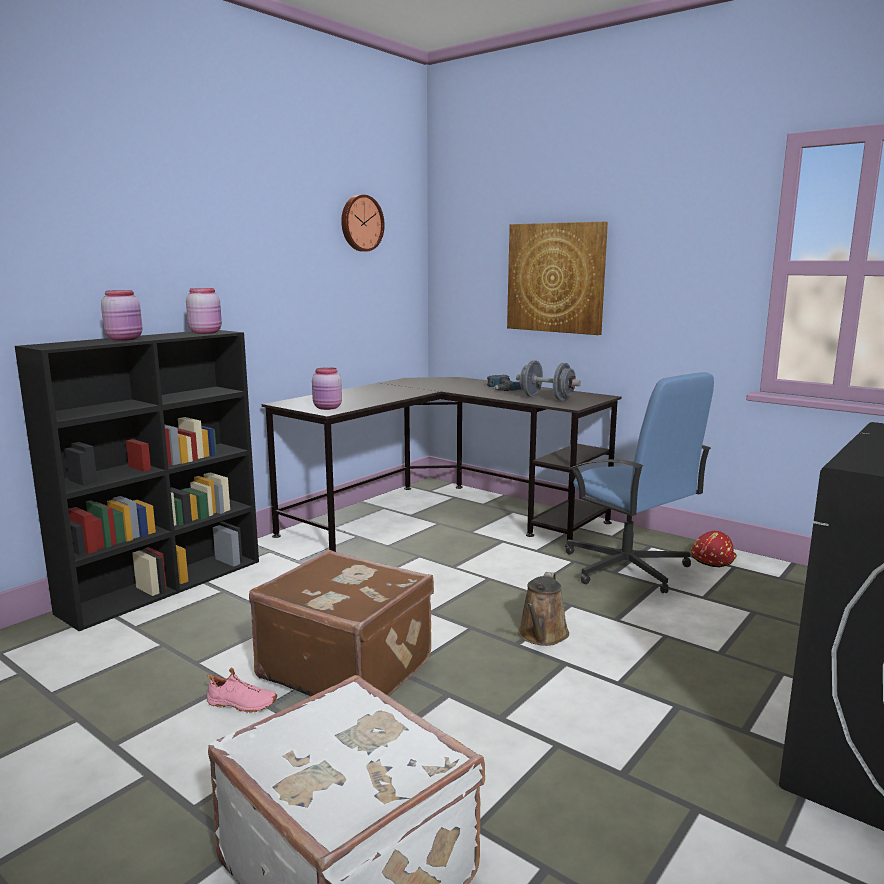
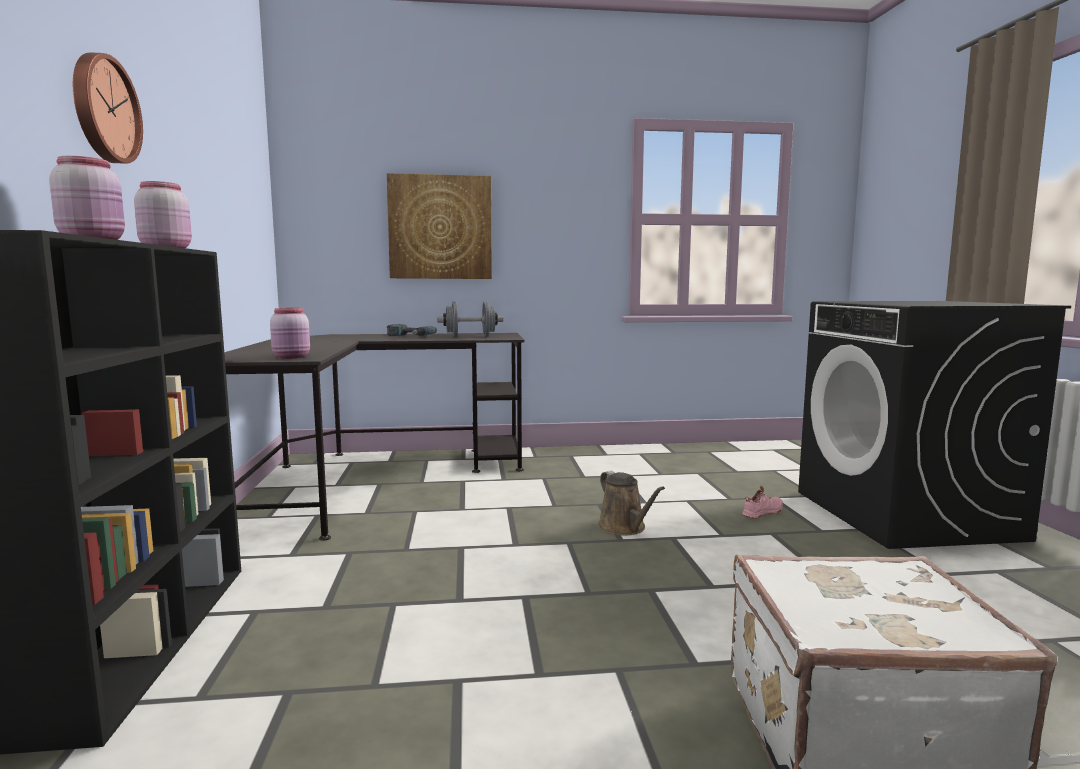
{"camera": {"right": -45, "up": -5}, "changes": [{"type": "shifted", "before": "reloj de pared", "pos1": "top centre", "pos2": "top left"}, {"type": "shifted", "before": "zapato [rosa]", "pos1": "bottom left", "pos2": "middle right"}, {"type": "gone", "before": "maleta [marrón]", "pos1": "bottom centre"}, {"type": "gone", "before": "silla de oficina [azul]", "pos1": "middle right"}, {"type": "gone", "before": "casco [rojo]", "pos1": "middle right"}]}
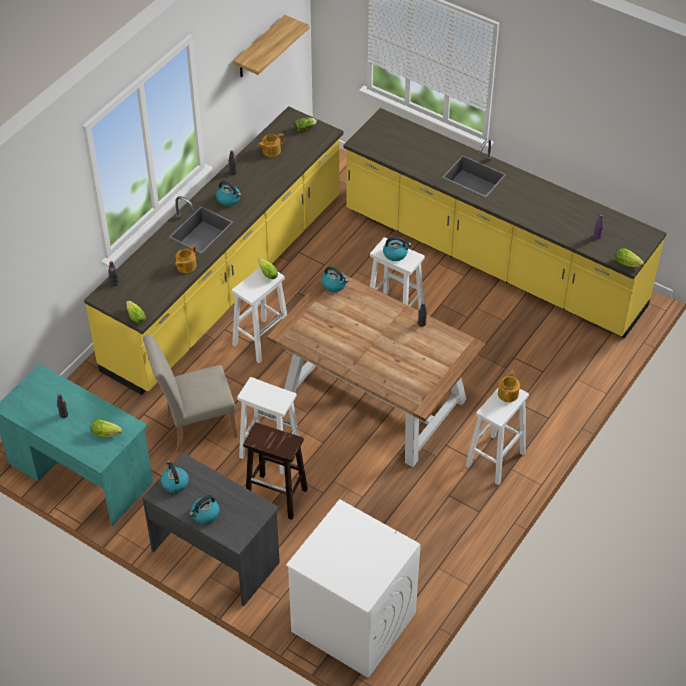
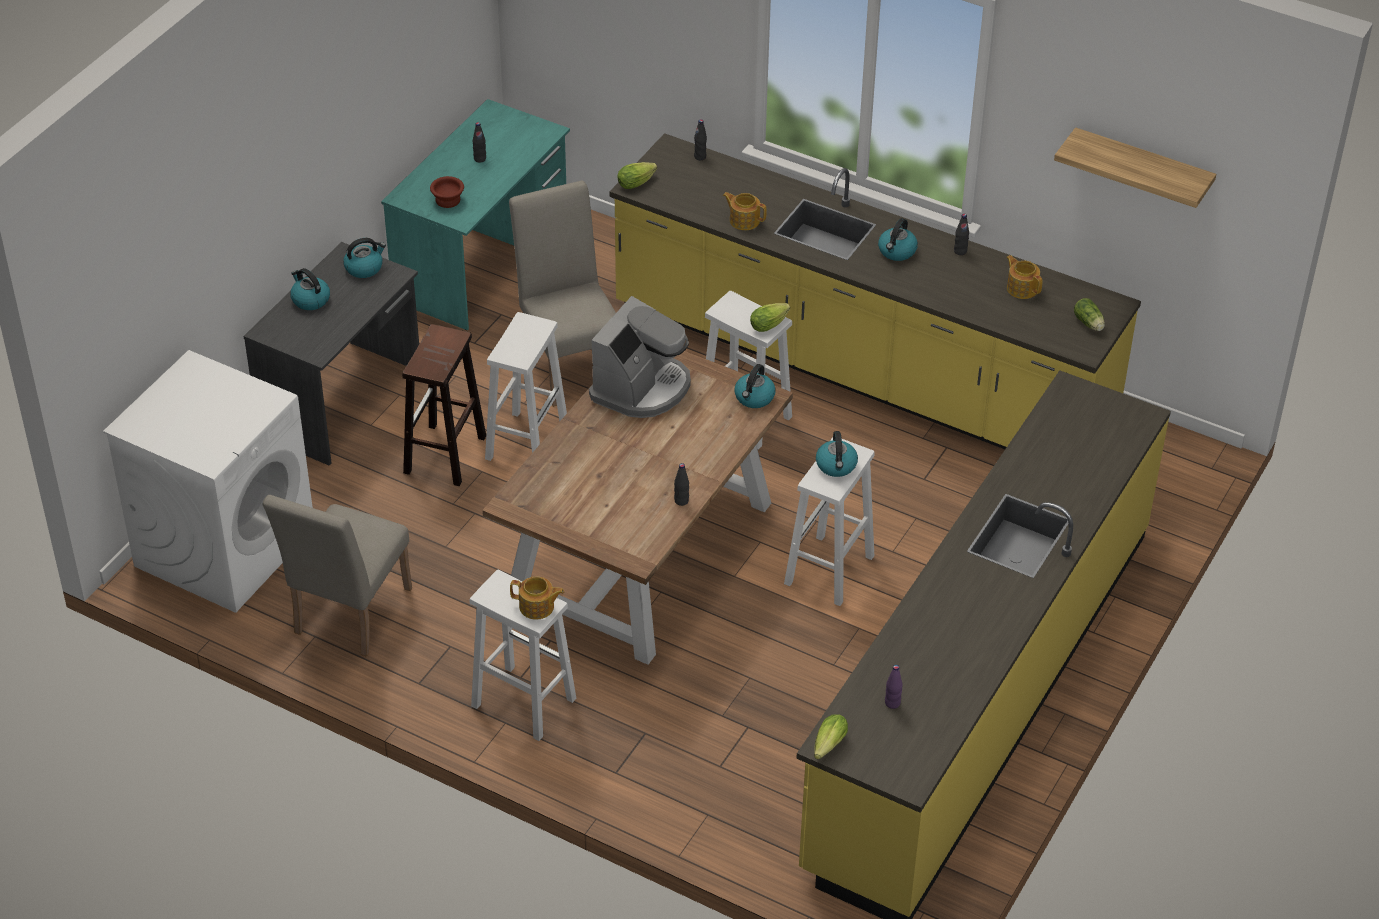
{"camera": {"right": 85, "up": -5}, "changes": [{"type": "new", "after": "silla [beis] (no. 1 from left)", "pos2": "middle left"}, {"type": "swapped", "before": "lechuga (no. 1 from left)", "after": "cuenco [marrón]", "pos1": "middle left", "pos2": "top left"}, {"type": "new", "after": "cafetera", "pos2": "centre"}]}
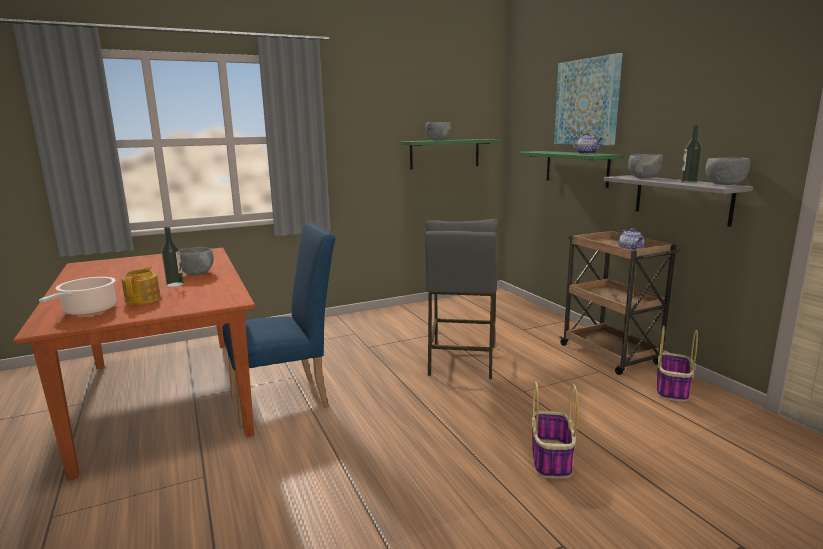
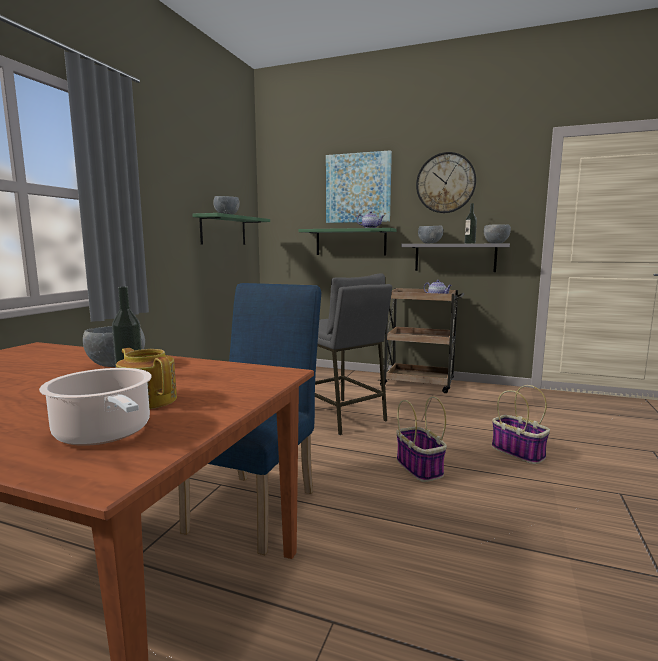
{"camera": {"right": -45, "up": -5}, "changes": [{"type": "shifted", "before": "cesta (no. 2 from left in the first image)", "after": "cesta (no. 1 from left)", "pos1": "middle right", "pos2": "centre"}, {"type": "new", "after": "reloj de pared", "pos2": "top right"}]}
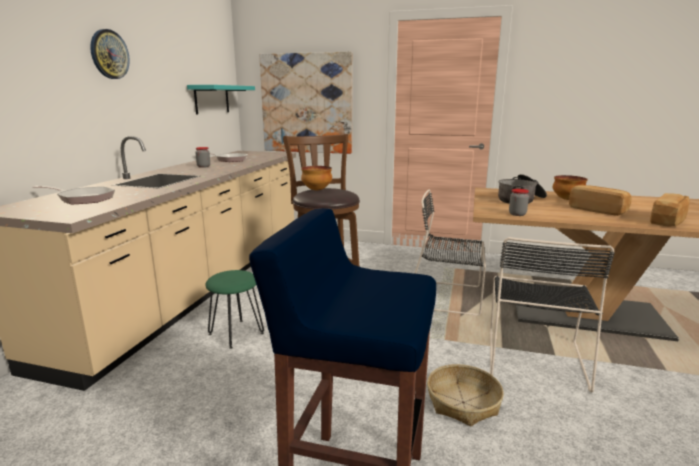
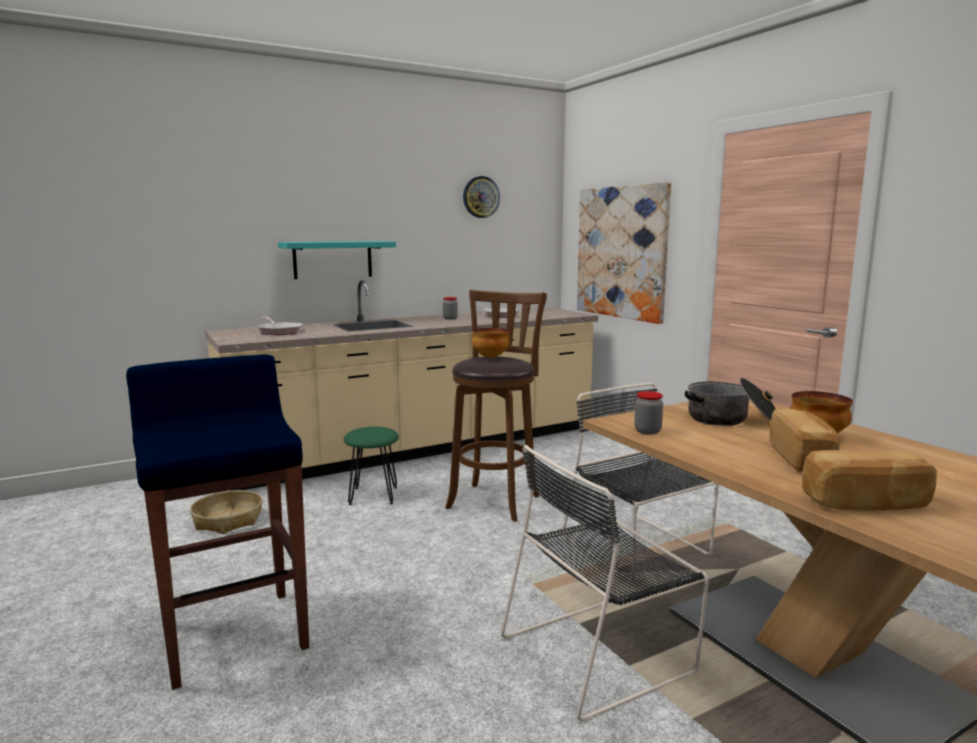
{"camera": {"right": 45, "up": -5}, "changes": [{"type": "shifted", "before": "cesta", "pos1": "bottom centre", "pos2": "bottom left"}, {"type": "shifted", "before": "estante [turquesa]", "pos1": "top left", "pos2": "centre"}, {"type": "shifted", "before": "reloj de pared", "pos1": "top left", "pos2": "top centre"}]}
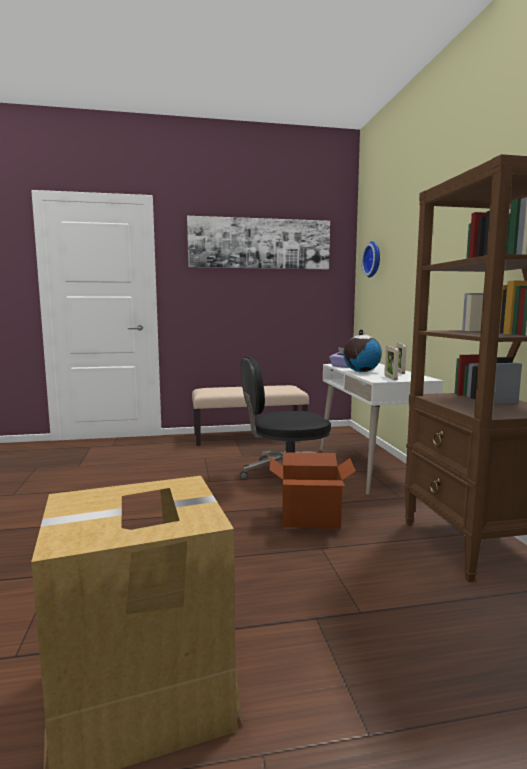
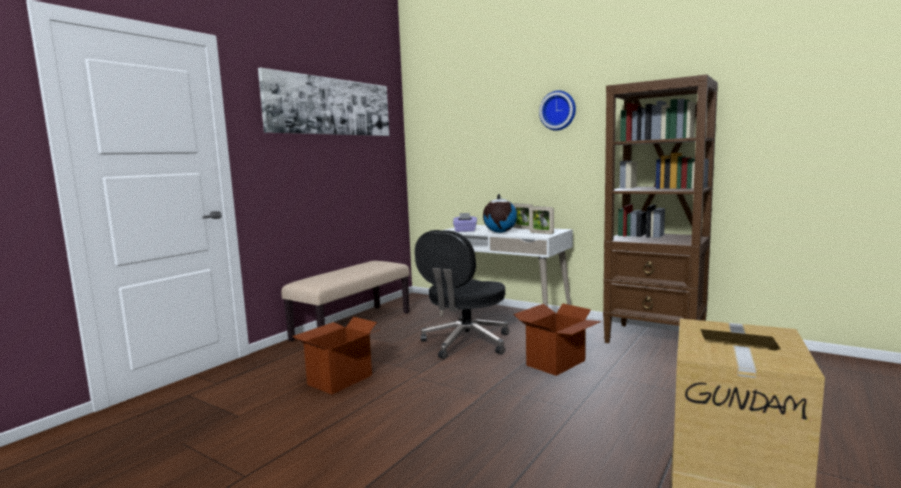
{"camera": {"right": -45, "up": 0}, "changes": [{"type": "new", "after": "caja de cartón (no. 1 from left)", "pos2": "bottom centre"}, {"type": "shifted", "before": "reloj de pared", "pos1": "middle right", "pos2": "top centre"}]}
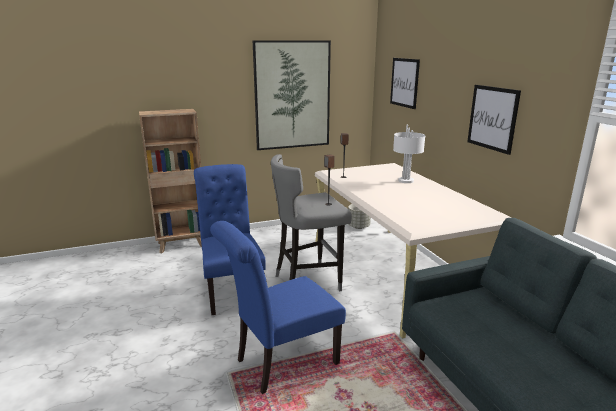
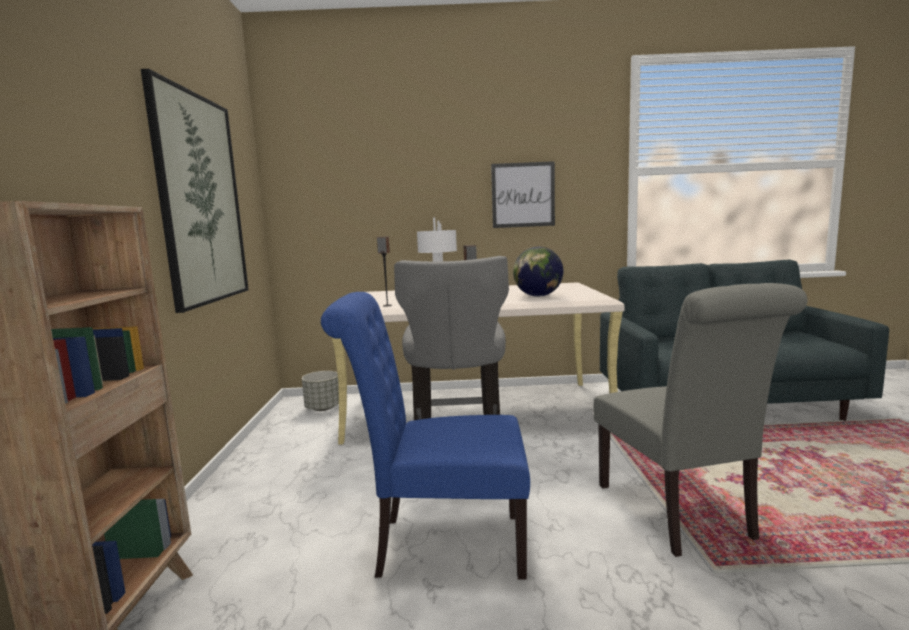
{"camera": {"right": -70, "up": -10}, "changes": [{"type": "new", "after": "globo terráqueo", "pos2": "centre"}, {"type": "repainted", "before": "silla [azul] (no. 2 from left)", "after": "silla [gris]", "pos1": "bottom centre", "pos2": "bottom right"}, {"type": "gone", "before": "cuadro (no. 2 from left)", "pos1": "top centre"}]}
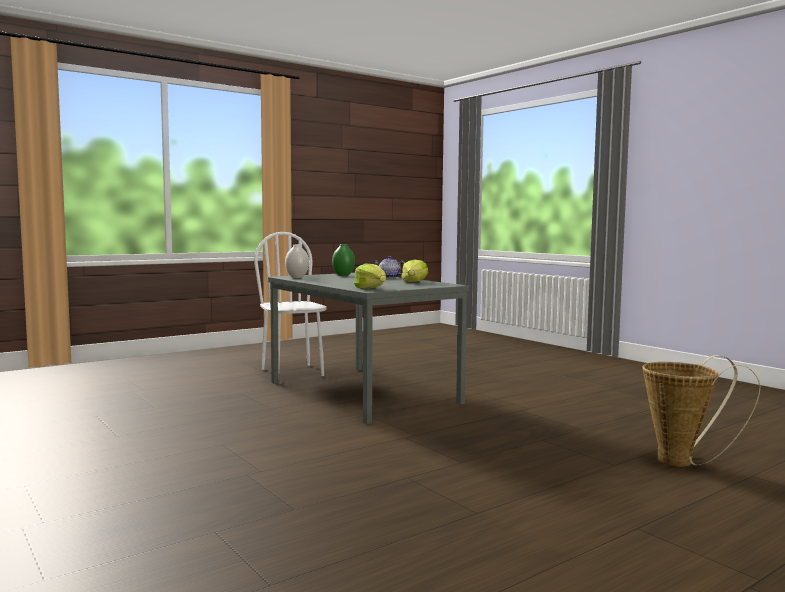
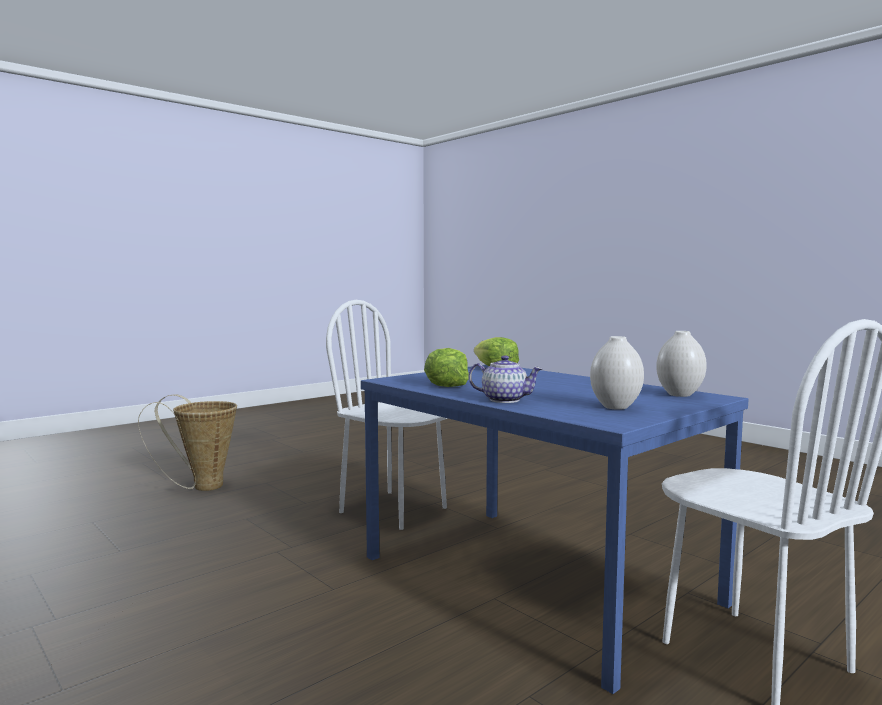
{"camera": {"right": 175, "up": 0}, "changes": [{"type": "new", "after": "silla [blanco] (no. 1 from left)", "pos2": "centre"}, {"type": "repainted", "before": "mesa de comedor [gris]", "after": "mesa de comedor [azul]", "pos1": "centre", "pos2": "bottom centre"}, {"type": "repainted", "before": "florero [verde]", "after": "florero [blanco] (no. 1 from left)", "pos1": "centre", "pos2": "middle right"}]}
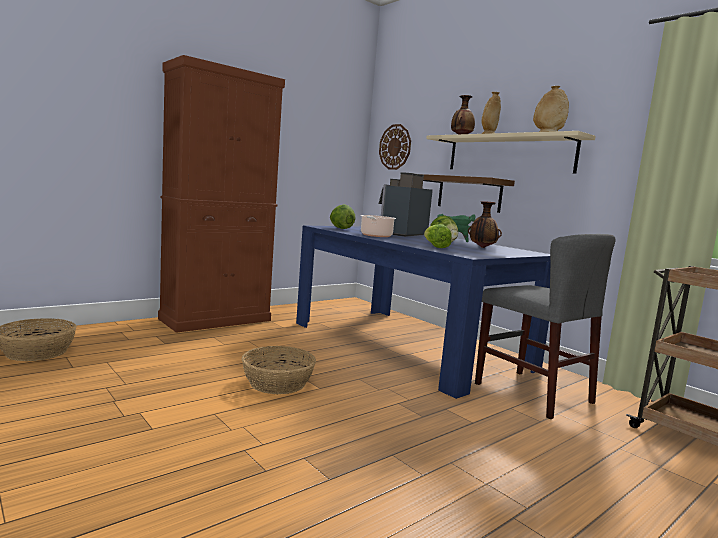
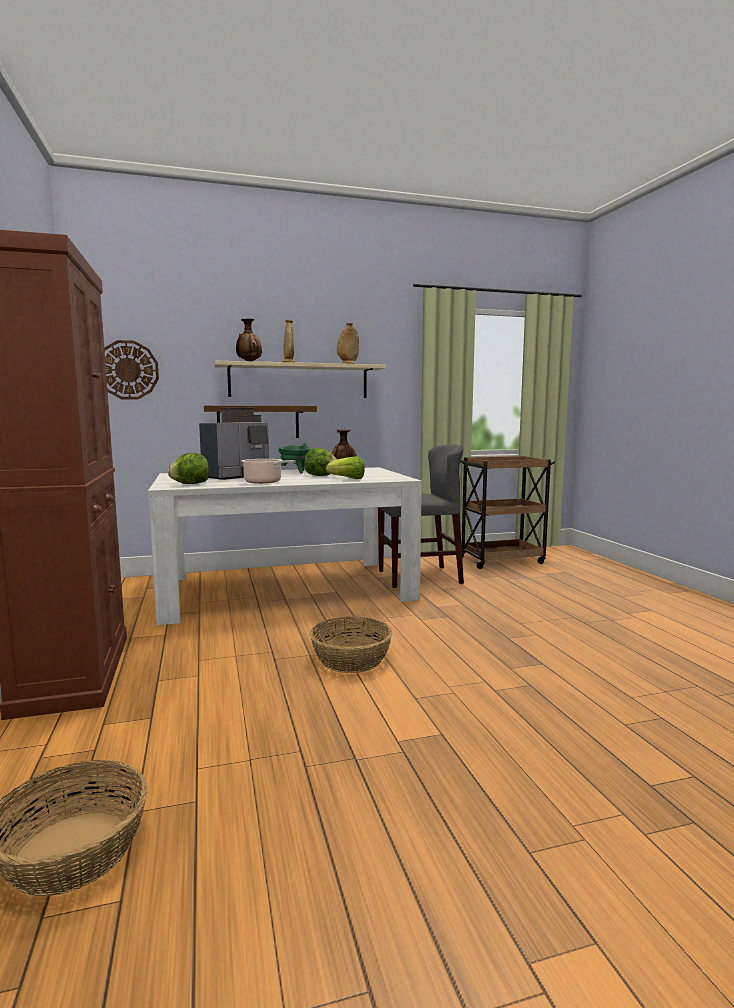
{"camera": {"right": -65, "up": 0}, "changes": [{"type": "repainted", "before": "mesa de comedor [azul]", "after": "mesa de comedor [blanco]", "pos1": "centre", "pos2": "centre"}, {"type": "rotated", "before": "cafetera", "pos1": "centre", "pos2": "middle left", "turn": -105}]}
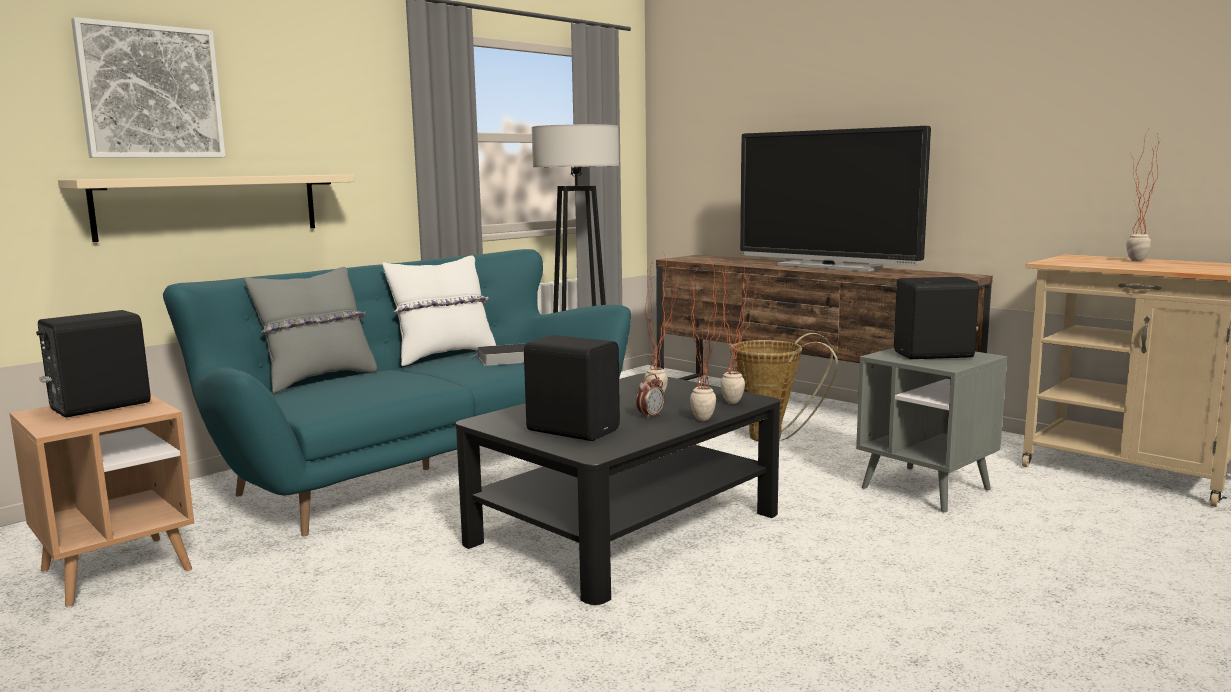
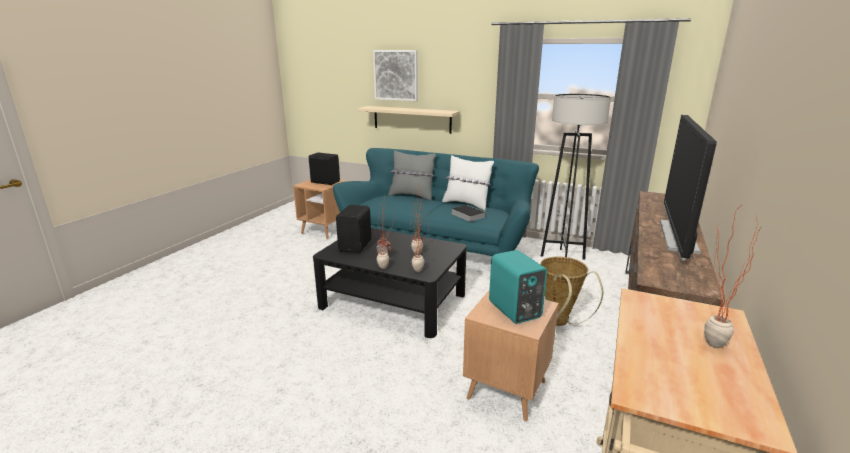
{"camera": {"right": 70, "up": 10}, "changes": [{"type": "repainted", "before": "mesa auxiliar [gris]", "after": "mesa auxiliar [marrón] (no. 2 from left)", "pos1": "middle right", "pos2": "bottom centre"}, {"type": "repainted", "before": "altavoz [negro] (no. 3 from left)", "after": "altavoz [turquesa]", "pos1": "middle right", "pos2": "centre"}]}
